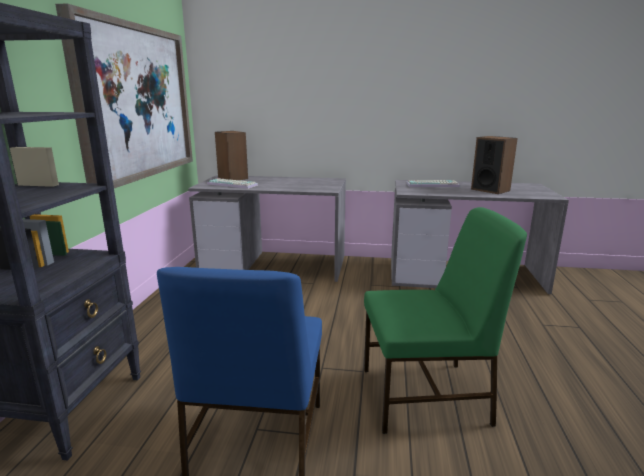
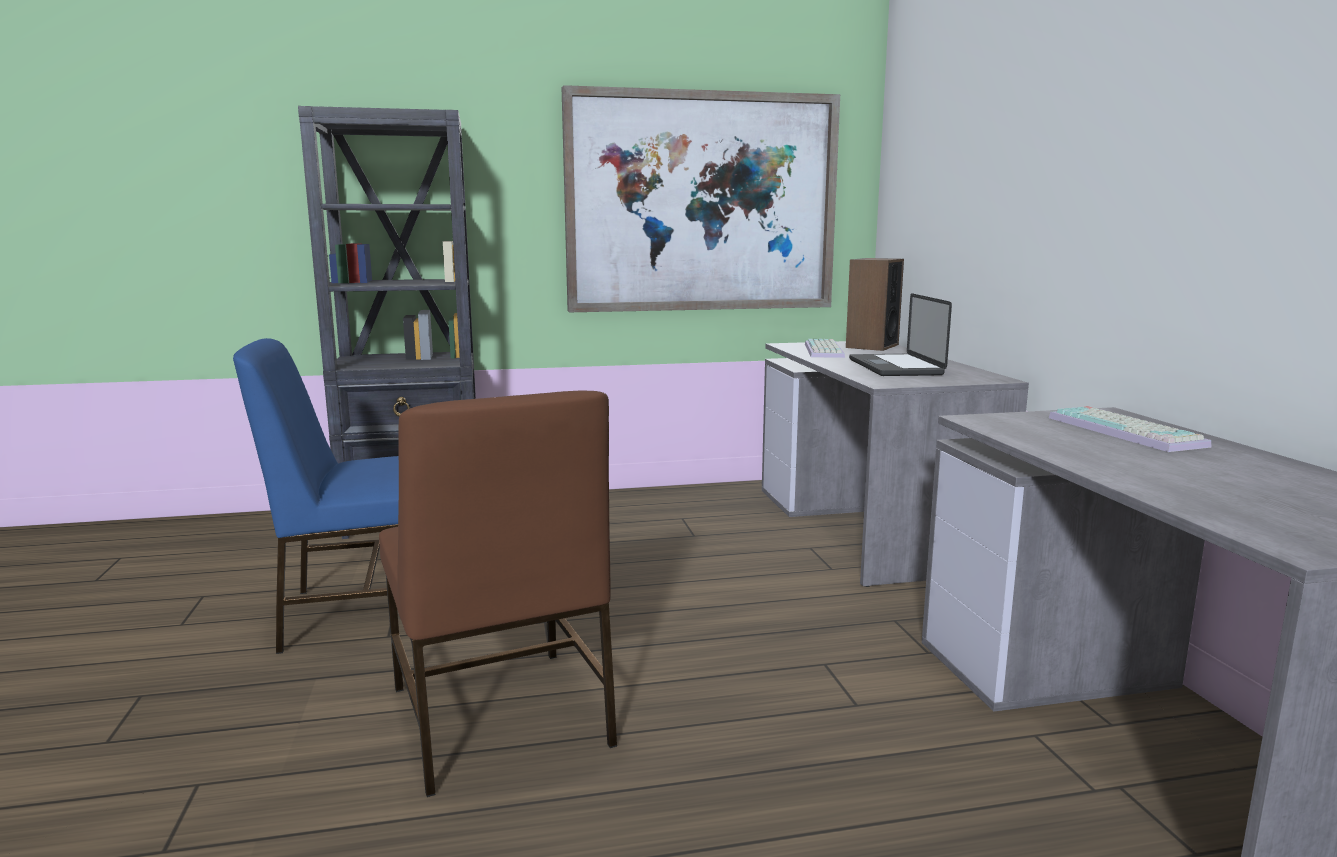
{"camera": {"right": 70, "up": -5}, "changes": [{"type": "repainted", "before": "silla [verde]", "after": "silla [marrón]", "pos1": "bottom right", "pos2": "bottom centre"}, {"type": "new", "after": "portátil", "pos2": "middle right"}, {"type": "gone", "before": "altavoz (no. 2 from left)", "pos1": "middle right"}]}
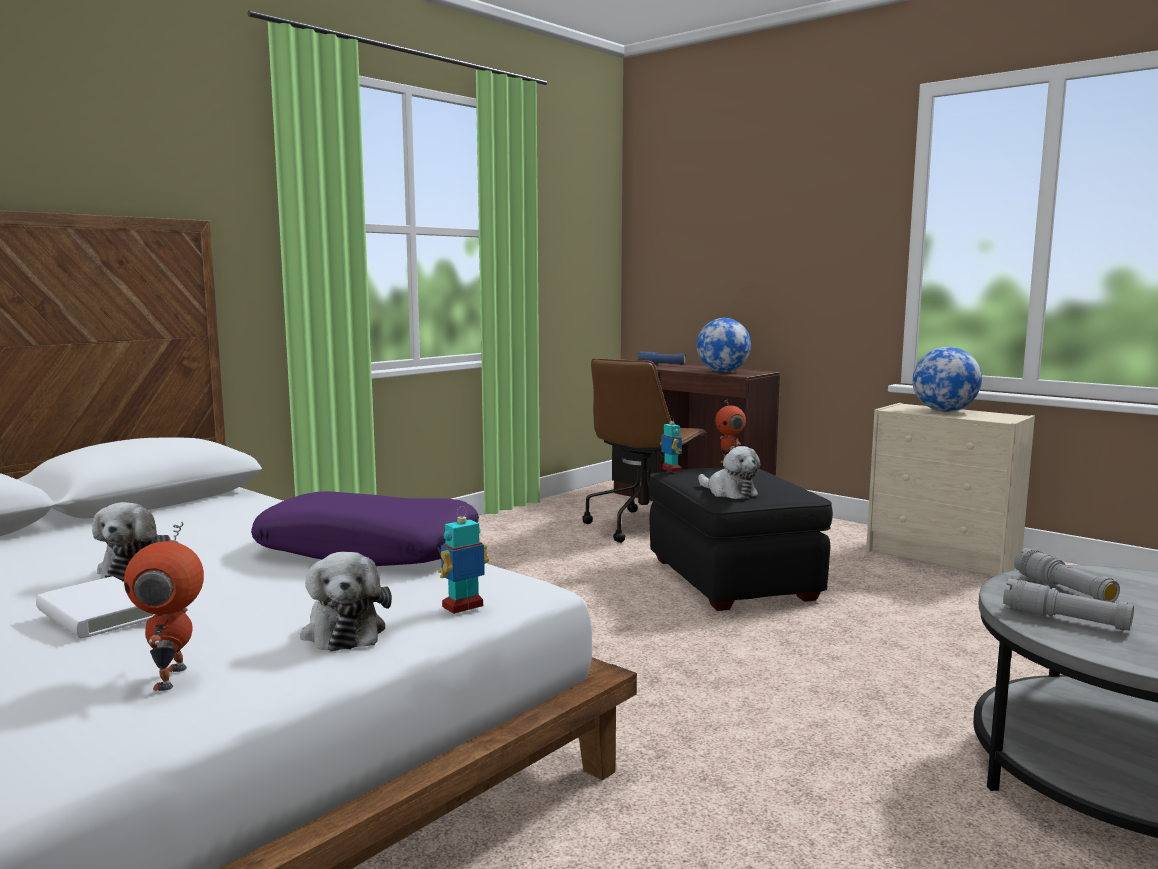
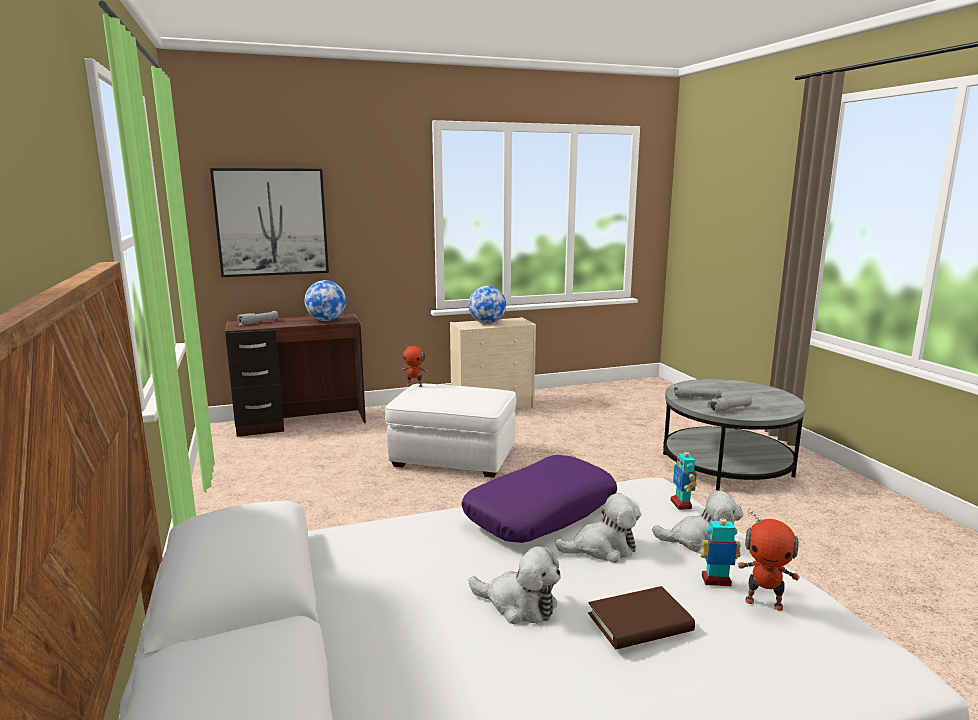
{"camera": {"right": -60, "up": 5}, "changes": [{"type": "new", "after": "cuadro", "pos2": "top left"}, {"type": "repainted", "before": "linterna [azul]", "after": "linterna [gris] (no. 1 from left)", "pos1": "centre", "pos2": "middle left"}, {"type": "repainted", "before": "puf [negro]", "after": "puf [blanco]", "pos1": "centre", "pos2": "centre"}, {"type": "shifted", "before": "peluche (no. 3 from left in the first image)", "after": "peluche (no. 2 from left)", "pos1": "centre", "pos2": "bottom centre"}, {"type": "repainted", "before": "libro [blanco]", "after": "libro [marrón]", "pos1": "bottom left", "pos2": "bottom centre"}, {"type": "shifted", "before": "robot de juguete (no. 3 from left)", "pos1": "centre", "pos2": "bottom right"}, {"type": "gone", "before": "silla de oficina [marrón]", "pos1": "centre"}]}
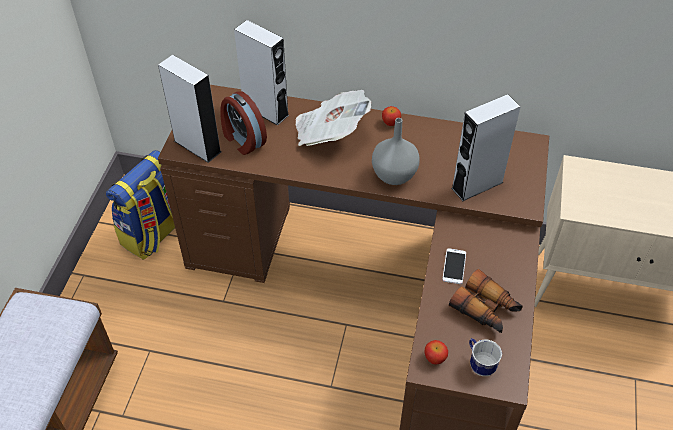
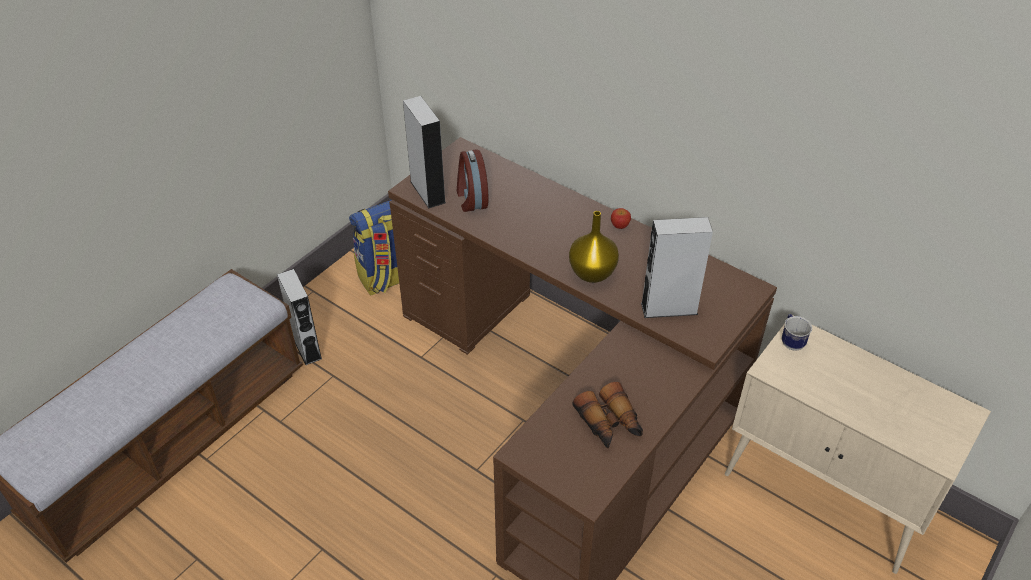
{"camera": {"right": 25, "up": -5}, "changes": [{"type": "shifted", "before": "altavoz [gris] (no. 2 from left in the first image)", "after": "altavoz [gris] (no. 1 from left)", "pos1": "top centre", "pos2": "middle left"}, {"type": "repainted", "before": "florero [gris]", "after": "florero [amarillo]", "pos1": "centre", "pos2": "centre"}, {"type": "shifted", "before": "taza grande", "pos1": "bottom right", "pos2": "middle right"}, {"type": "gone", "before": "periódico", "pos1": "top centre"}, {"type": "gone", "before": "manzana (no. 2 from left)", "pos1": "bottom centre"}, {"type": "gone", "before": "móvil", "pos1": "middle right"}]}
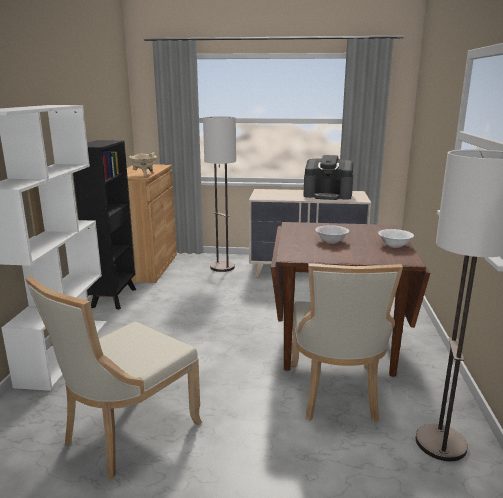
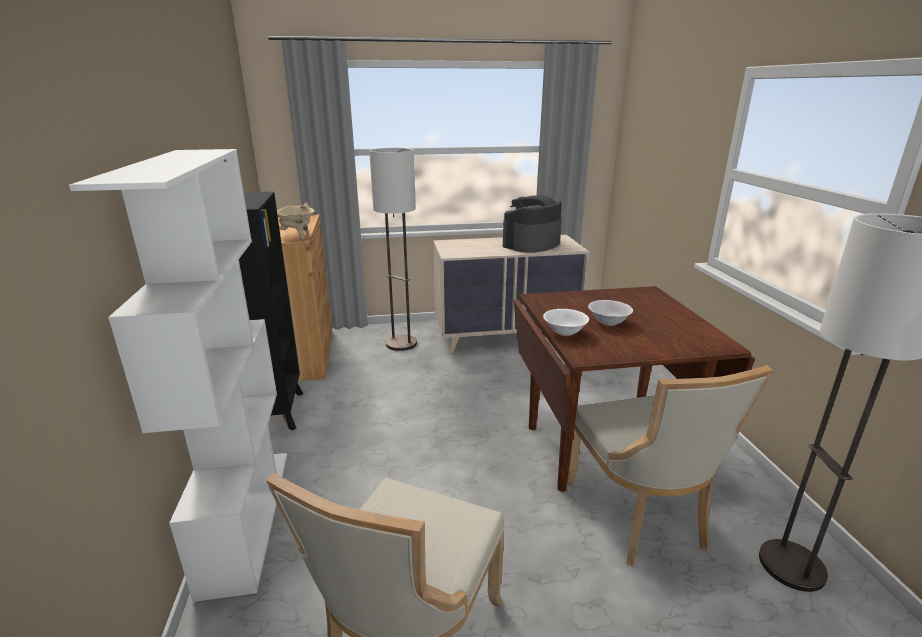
{"camera": {"right": -15, "up": 5}, "changes": [{"type": "rotated", "before": "cafetera", "pos1": "centre", "pos2": "centre", "turn": 135}, {"type": "shifted", "before": "cuenco [blanco] (no. 2 from left in the first image)", "after": "cuenco [blanco] (no. 1 from left)", "pos1": "middle right", "pos2": "centre"}]}
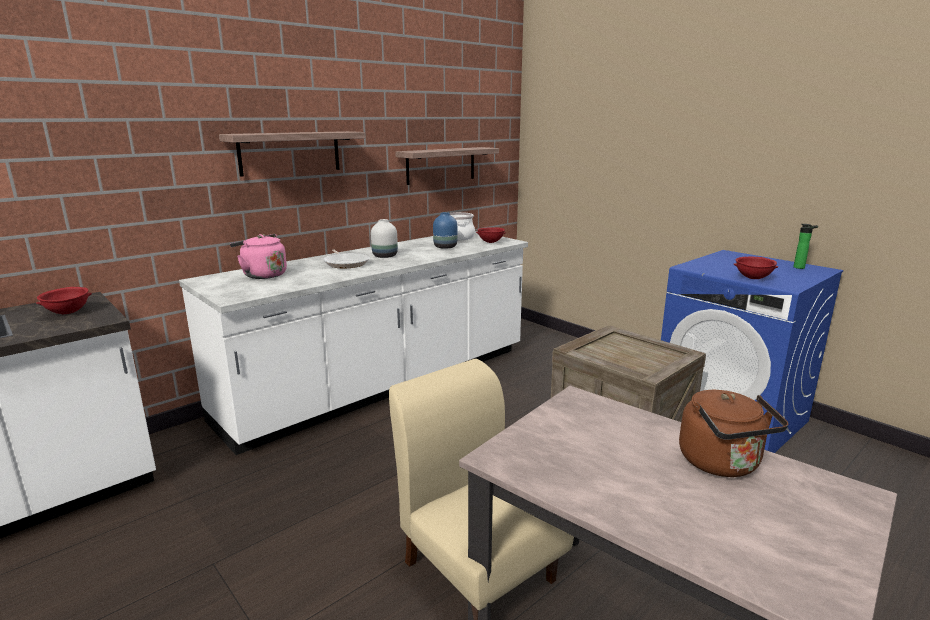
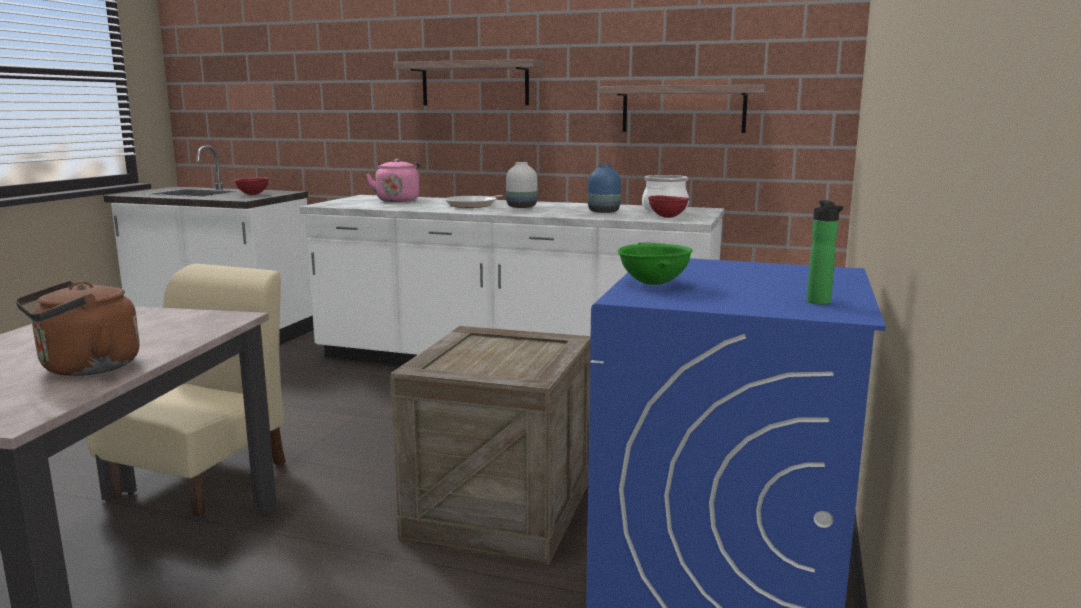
{"camera": {"right": 60, "up": -5}, "changes": [{"type": "repainted", "before": "cuenco [rojo] (no. 3 from left)", "after": "cuenco [verde]", "pos1": "middle right", "pos2": "centre"}]}
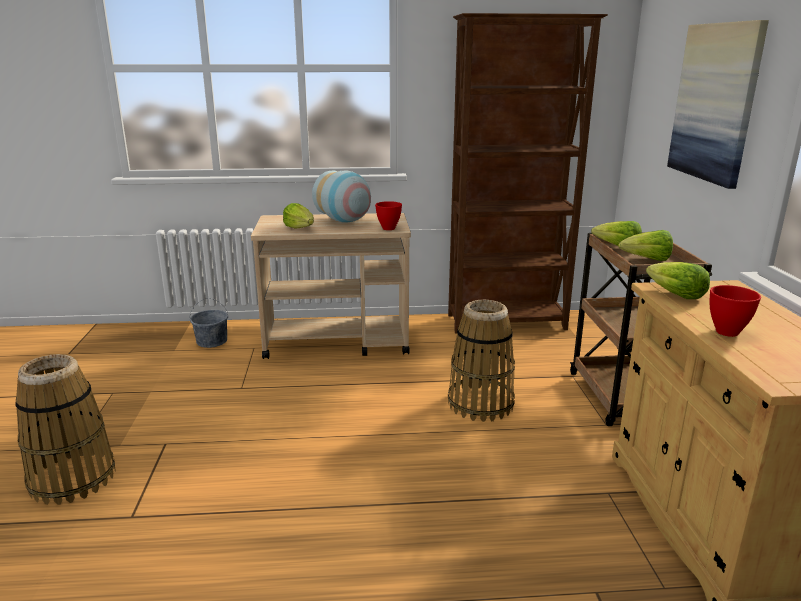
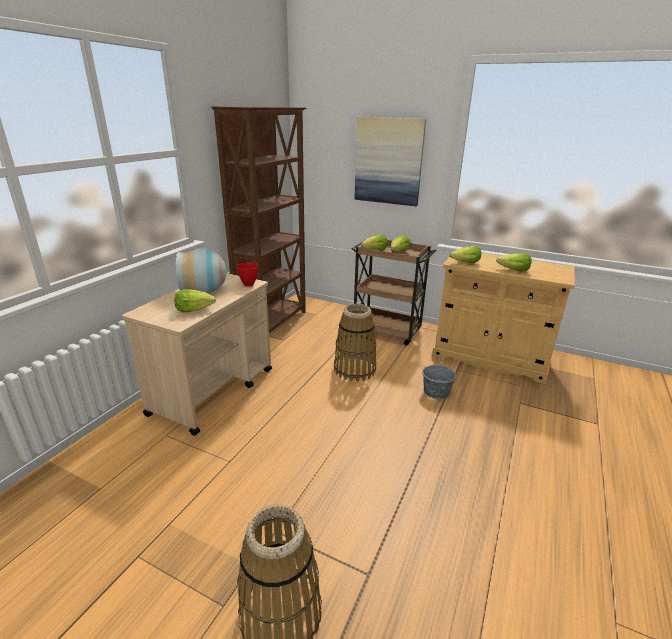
{"camera": {"right": -60, "up": 5}, "changes": [{"type": "shifted", "before": "cubo [gris]", "pos1": "middle left", "pos2": "centre"}, {"type": "swapped", "before": "cuenco [rojo] (no. 2 from left)", "after": "lechuga (no. 5 from left)", "pos1": "middle right", "pos2": "middle right"}]}
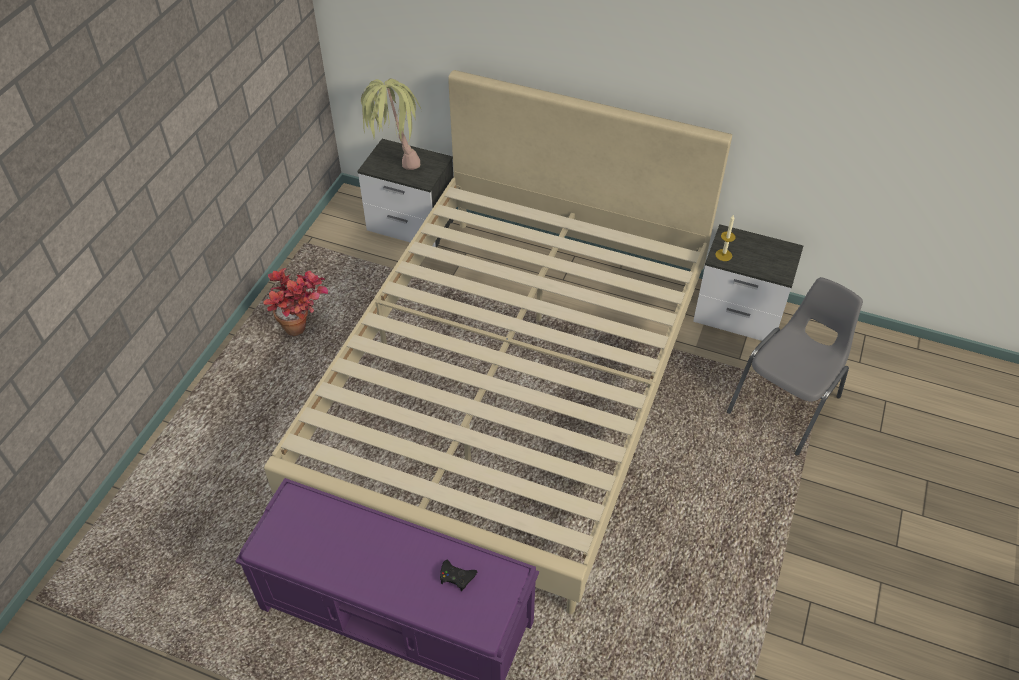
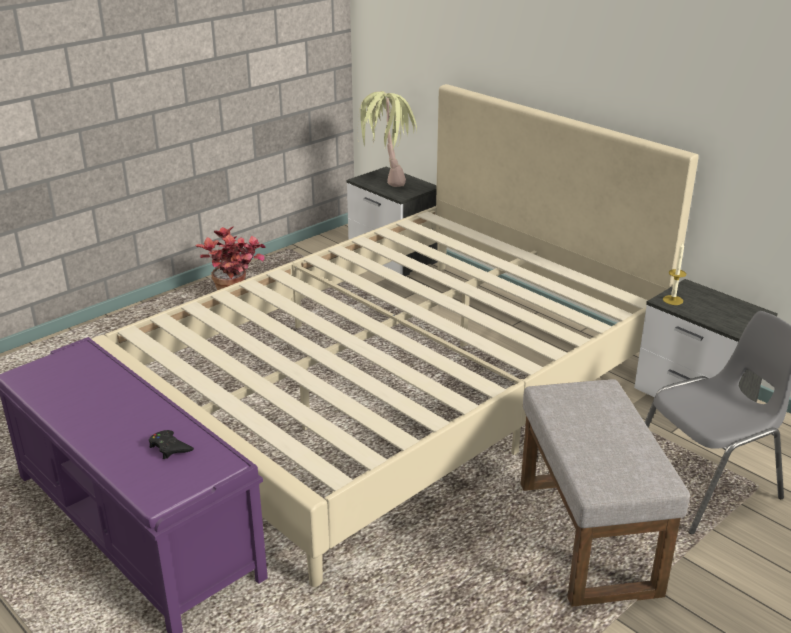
{"camera": {"right": 25, "up": -20}, "changes": [{"type": "new", "after": "puf [gris]", "pos2": "bottom right"}]}
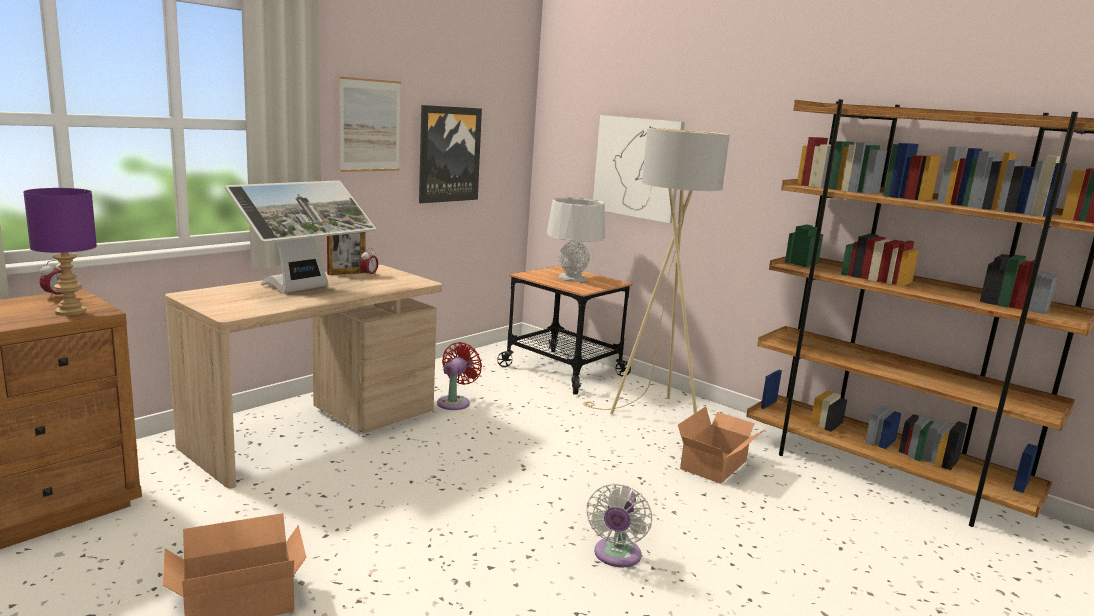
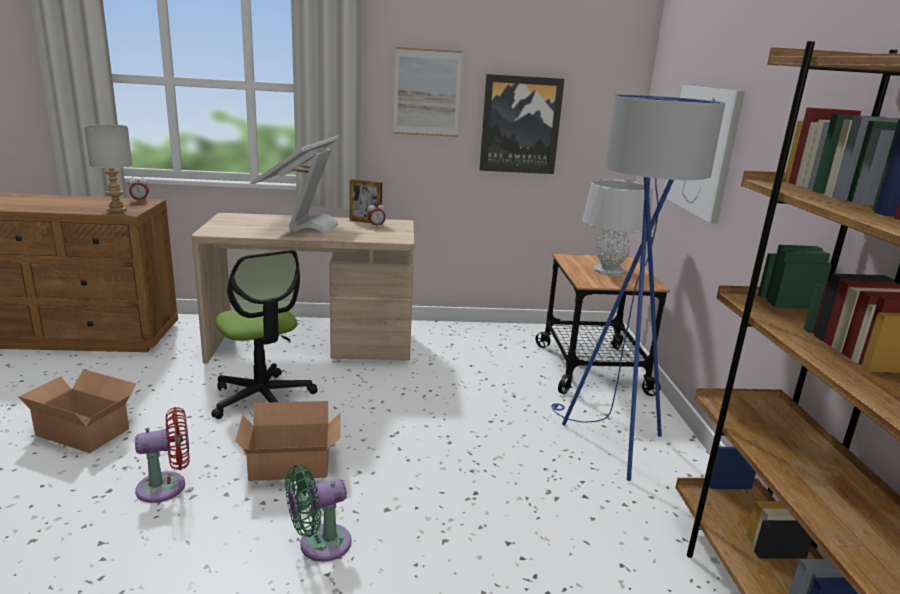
{"camera": {"right": 45, "up": 5}, "changes": [{"type": "repainted", "before": "lámpara de mesa [morado]", "after": "lámpara de mesa [gris] (no. 1 from left)", "pos1": "middle left", "pos2": "top left"}, {"type": "shifted", "before": "ventilador [rojo]", "pos1": "centre", "pos2": "bottom left"}, {"type": "new", "after": "silla de oficina", "pos2": "middle left"}, {"type": "shifted", "before": "caja de cartón (no. 2 from left)", "pos1": "bottom centre", "pos2": "bottom left"}, {"type": "rotated", "before": "monitor", "pos1": "middle left", "pos2": "top left", "turn": 105}, {"type": "repainted", "before": "ventilador [blanco]", "after": "ventilador [verde]", "pos1": "bottom centre", "pos2": "bottom centre"}, {"type": "repainted", "before": "lámpara de pie [beis]", "after": "lámpara de pie [azul]", "pos1": "centre", "pos2": "middle right"}]}
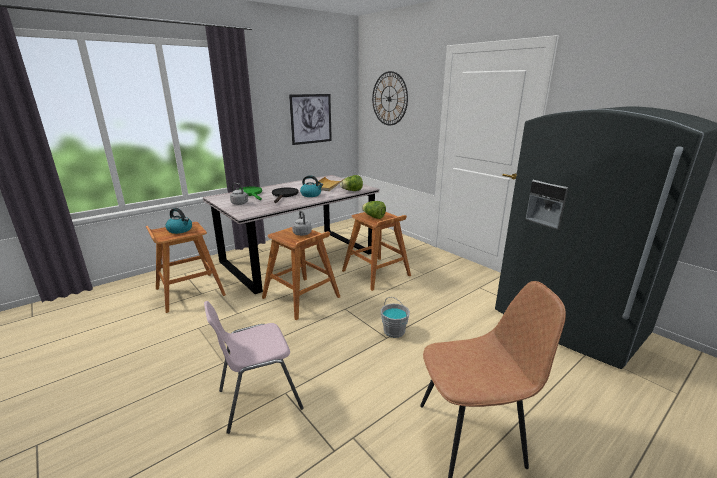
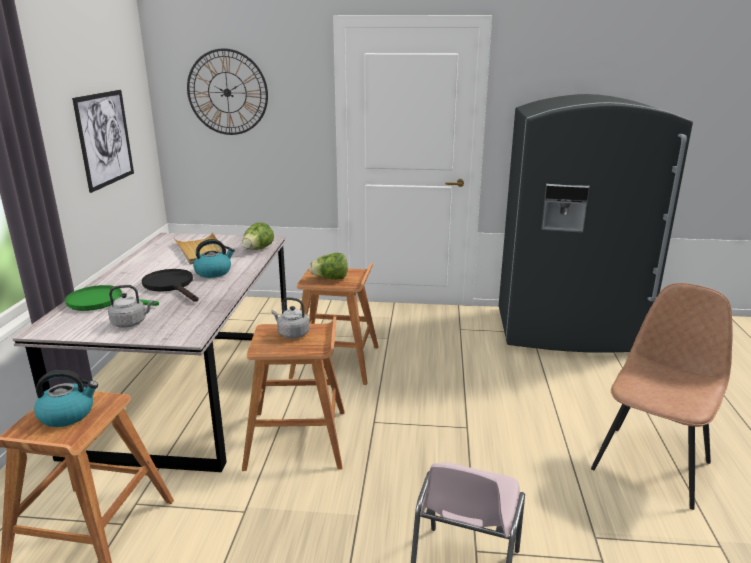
{"camera": {"right": -45, "up": 0}, "changes": [{"type": "gone", "before": "cubo [gris]", "pos1": "centre"}]}
